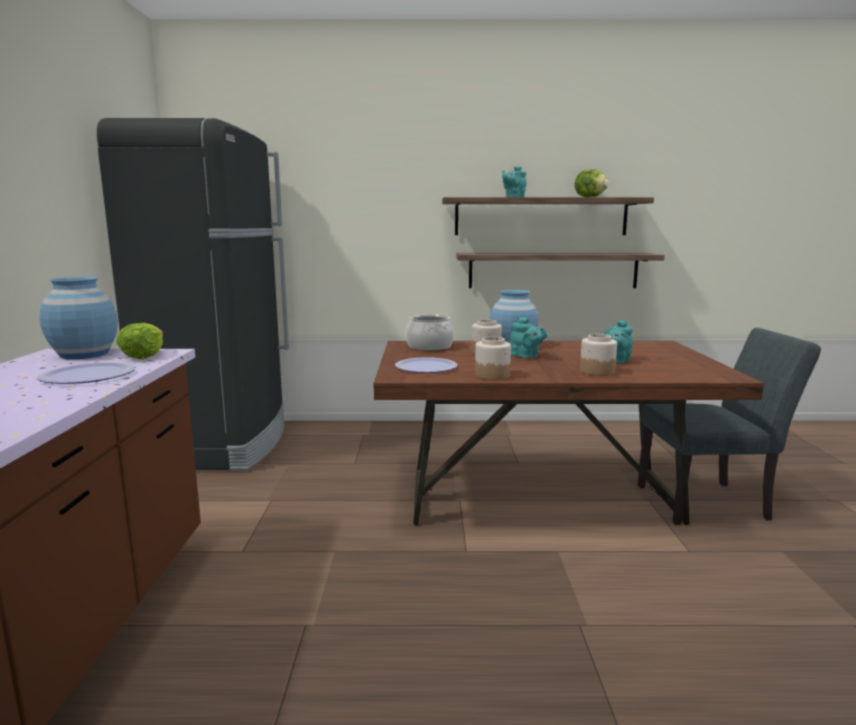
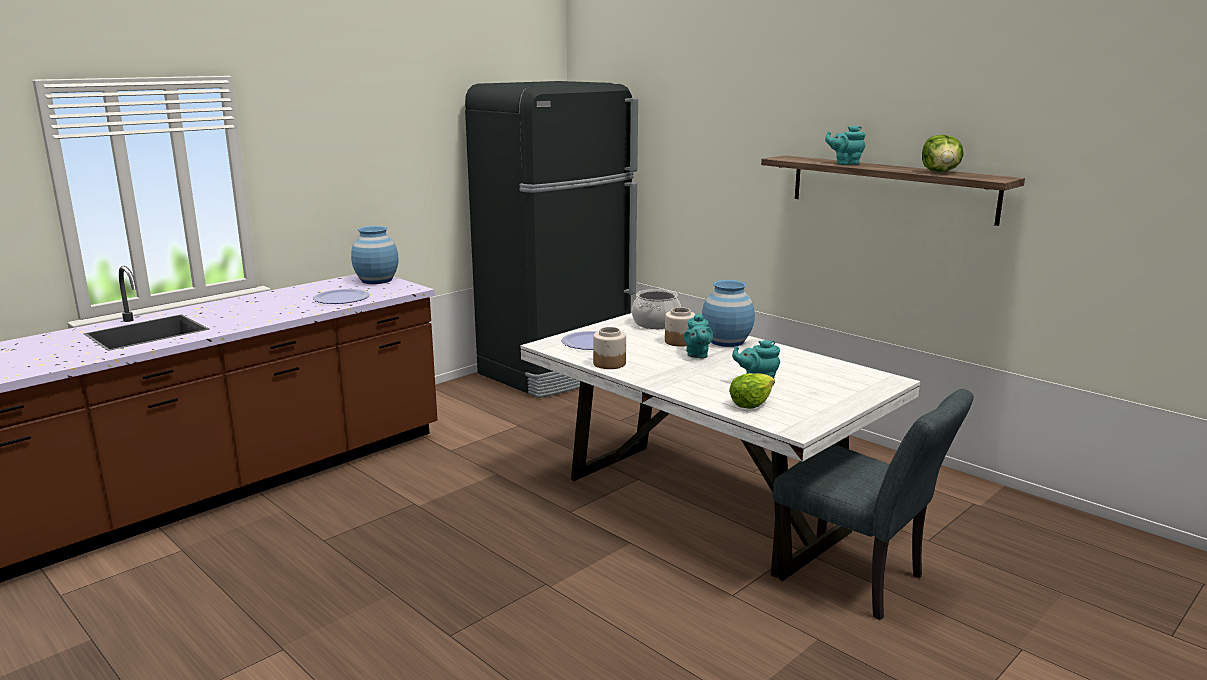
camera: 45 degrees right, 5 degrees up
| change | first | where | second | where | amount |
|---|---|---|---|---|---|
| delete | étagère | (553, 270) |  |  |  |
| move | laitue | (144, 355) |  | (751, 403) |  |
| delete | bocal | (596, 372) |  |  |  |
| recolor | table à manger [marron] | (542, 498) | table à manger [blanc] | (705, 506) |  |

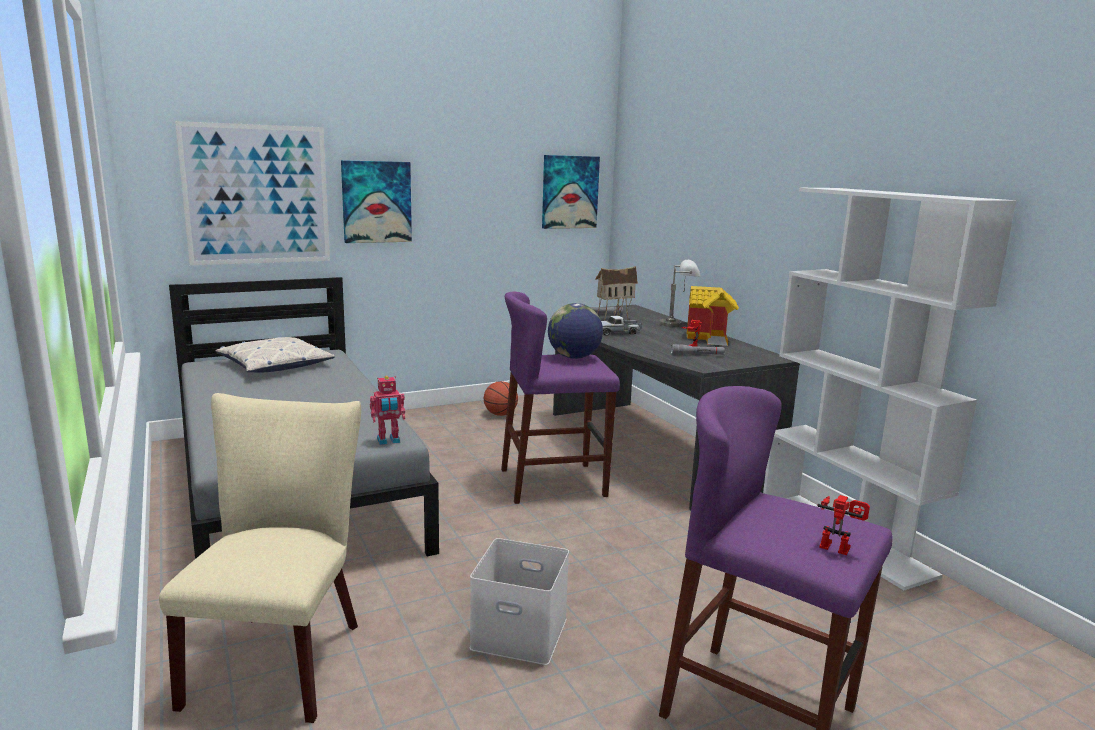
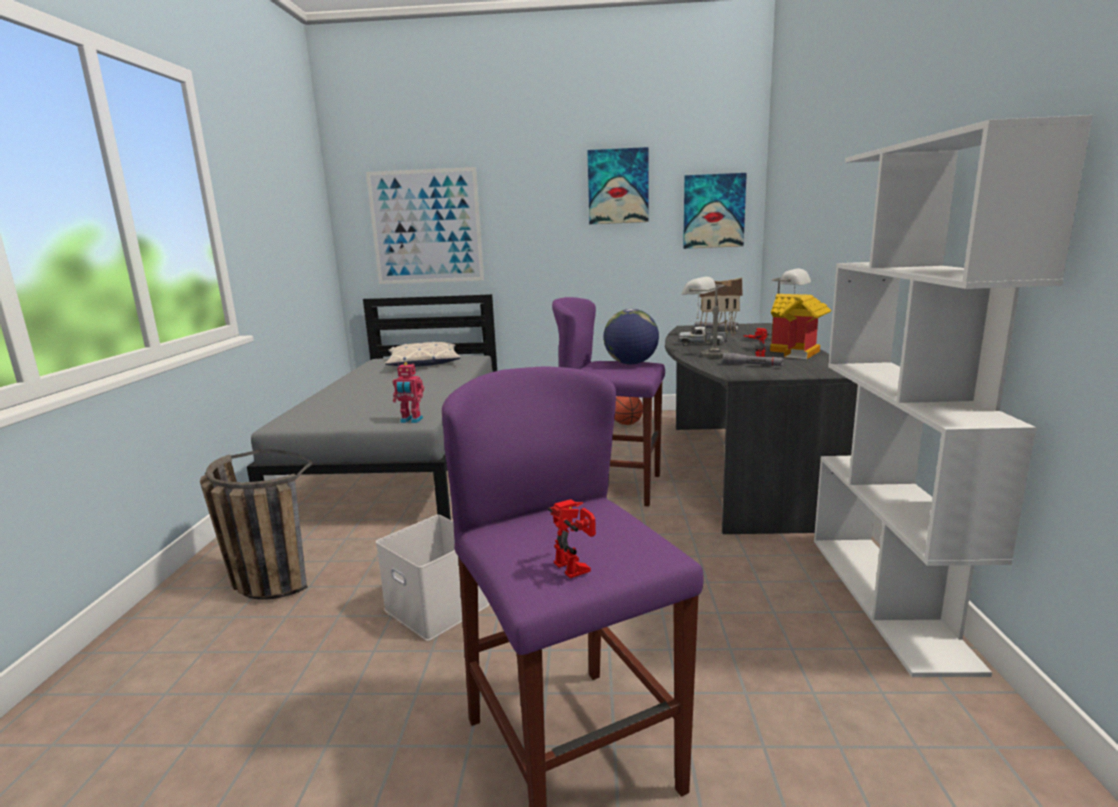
camera: 30 degrees right, 0 degrees up
| change | first | where | second | where | amount |
|---|---|---|---|---|---|
| move | tableau | (376, 202) |  | (618, 186) |  |
| replace | chaise [beige] | (281, 656) | panier | (260, 578) |  |
| insert |  |  | lampe de table [gris] | (704, 355) |  |

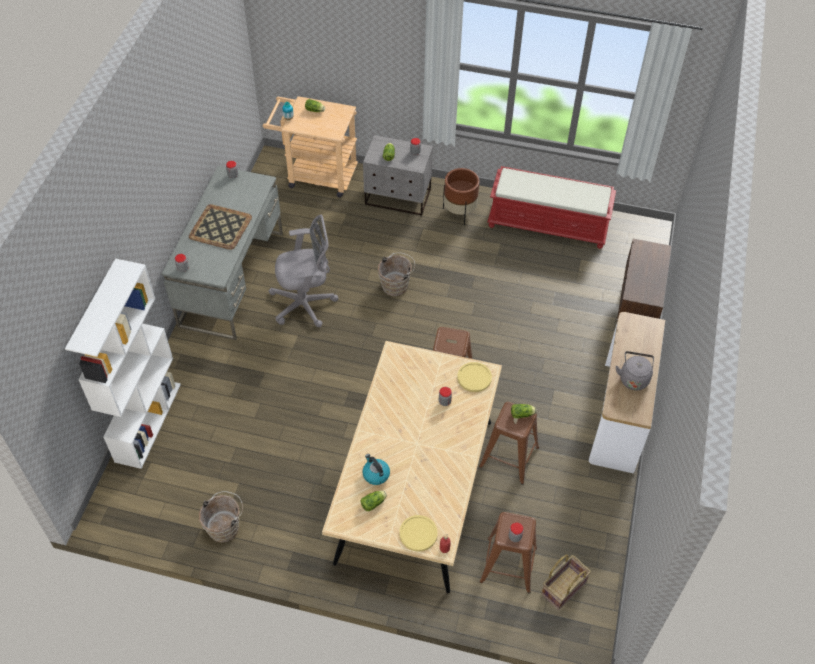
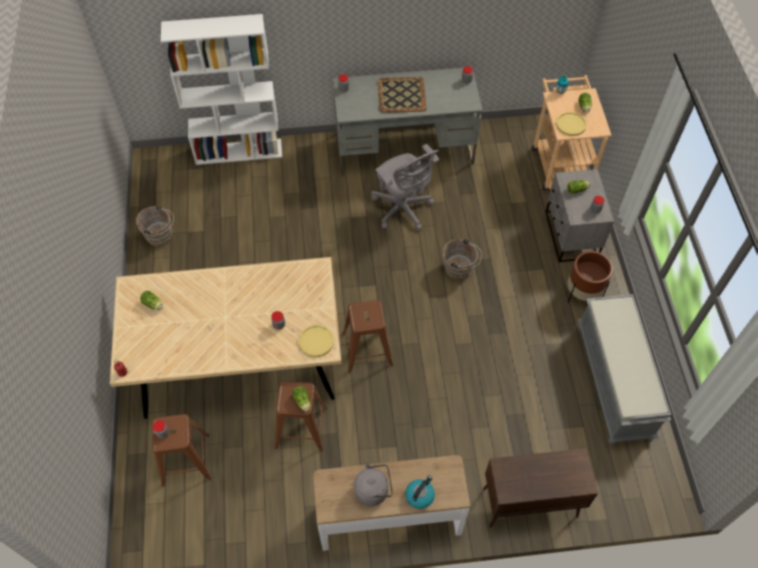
camera: 70 degrees right, 5 degrees up
| change | first | where | second | where | amount |
|---|---|---|---|---|---|
| recolor | banc [rouge] | (548, 224) | banc [gris] | (615, 381) |  |
| move | bouilloire | (375, 474) |  | (420, 495) |  |
| move | assiette [jaune] | (418, 533) |  | (571, 124) |  |
| delete | panier | (563, 587) |  |  |  |

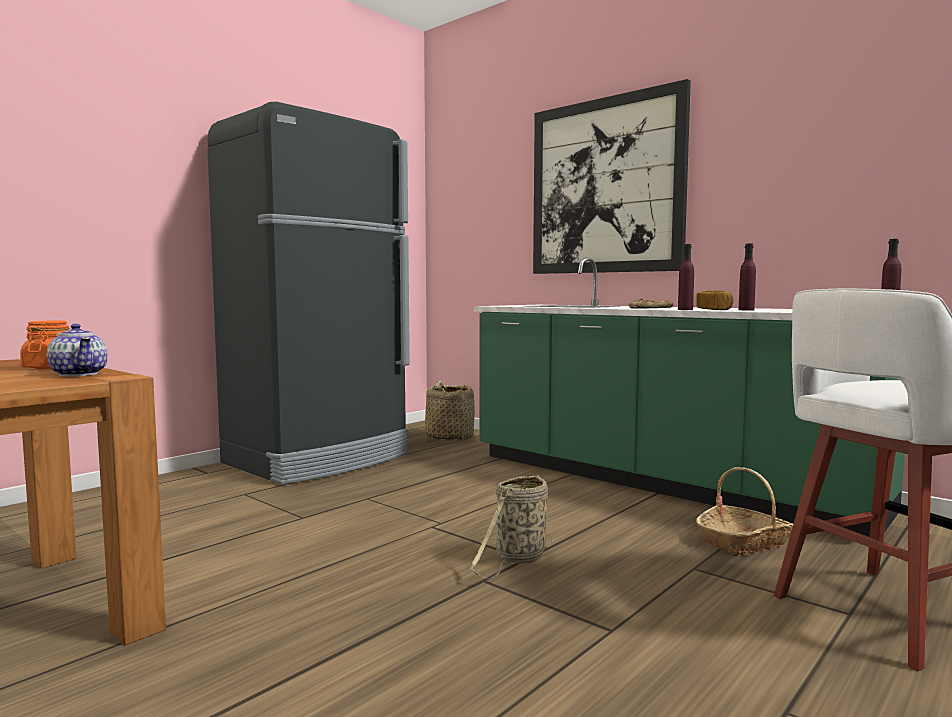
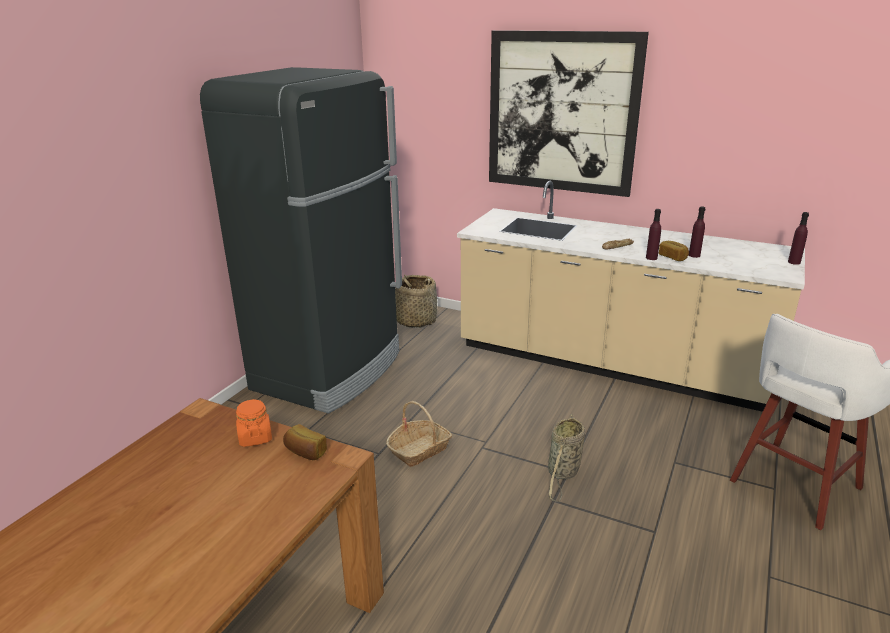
camera: 15 degrees left, 20 degrees up
| change | first | where | second | where | amount |
|---|---|---|---|---|---|
| recolor | comptoir de cuisine [vert] | (660, 482) | comptoir de cuisine [beige] | (610, 363) |  |
| replace | théière | (79, 374) | pain | (305, 452) |  |
| move | panier | (743, 542) |  | (419, 450) |  |

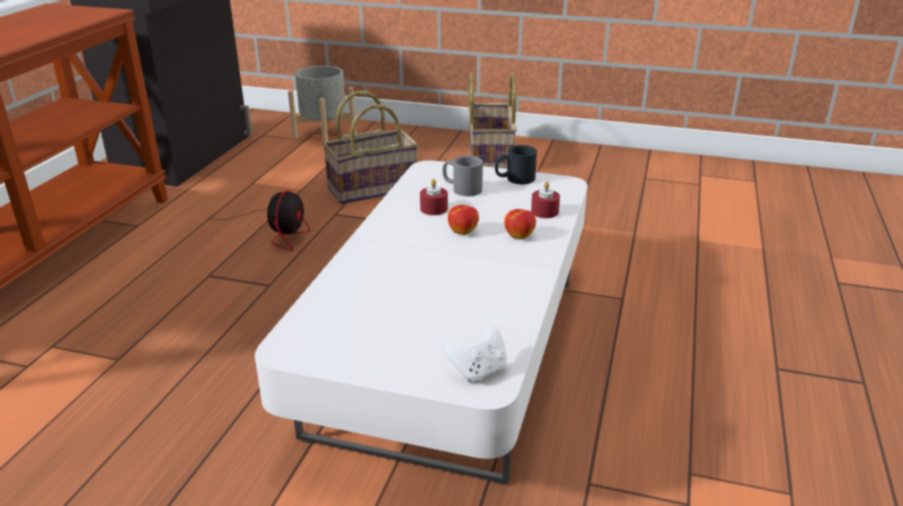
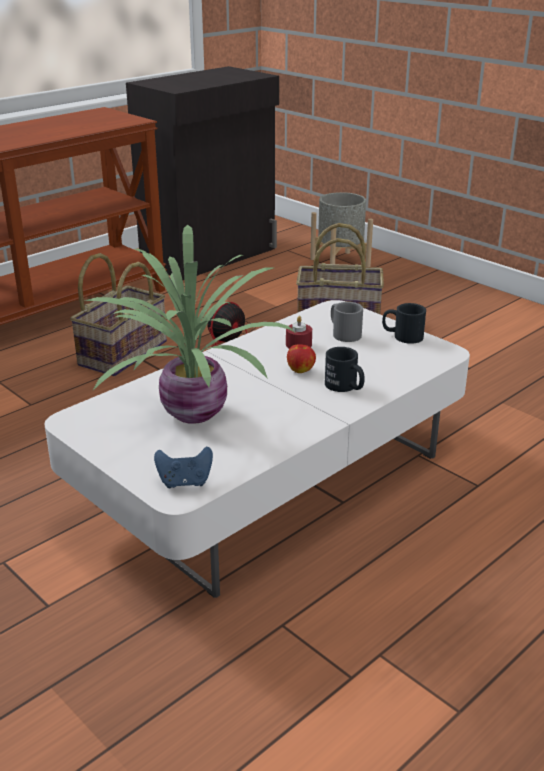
camera: 30 degrees right, 0 degrees up
| change | first | where | second | where | amount |
|---|---|---|---|---|---|
| move | panier | (489, 158) |  | (122, 353) |  |
| delete | bougie [rouge] | (544, 212) |  |  |  |
| replace | pomme | (519, 235) | mug [noir] | (345, 387) |  |
| recolor | manette [blanc] | (478, 371) | manette [bleu] | (185, 482) |  |
| insert |  |  | plante en pot | (190, 413) |  |

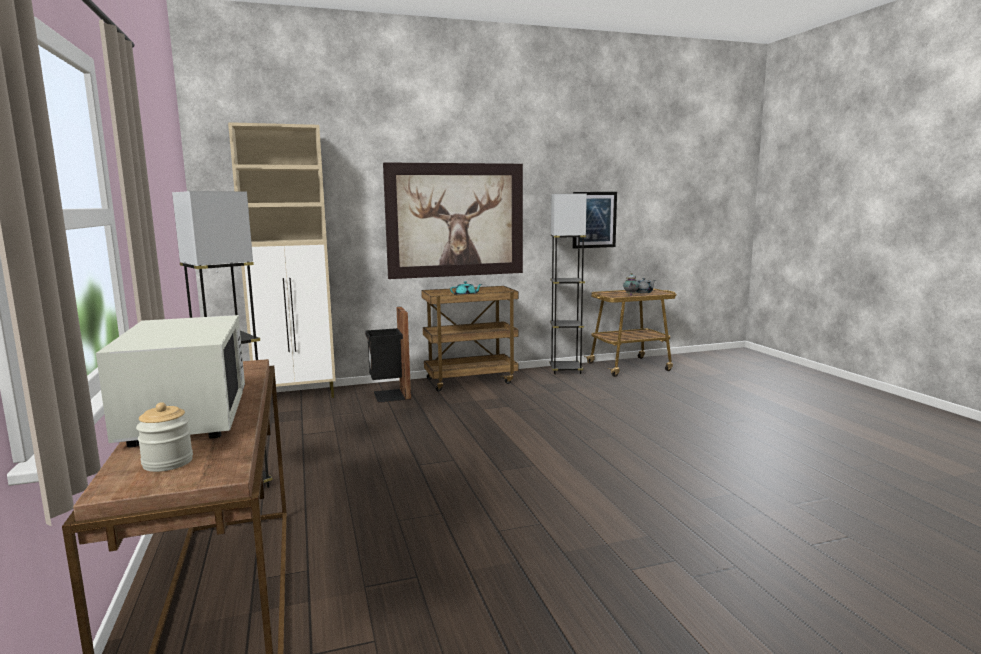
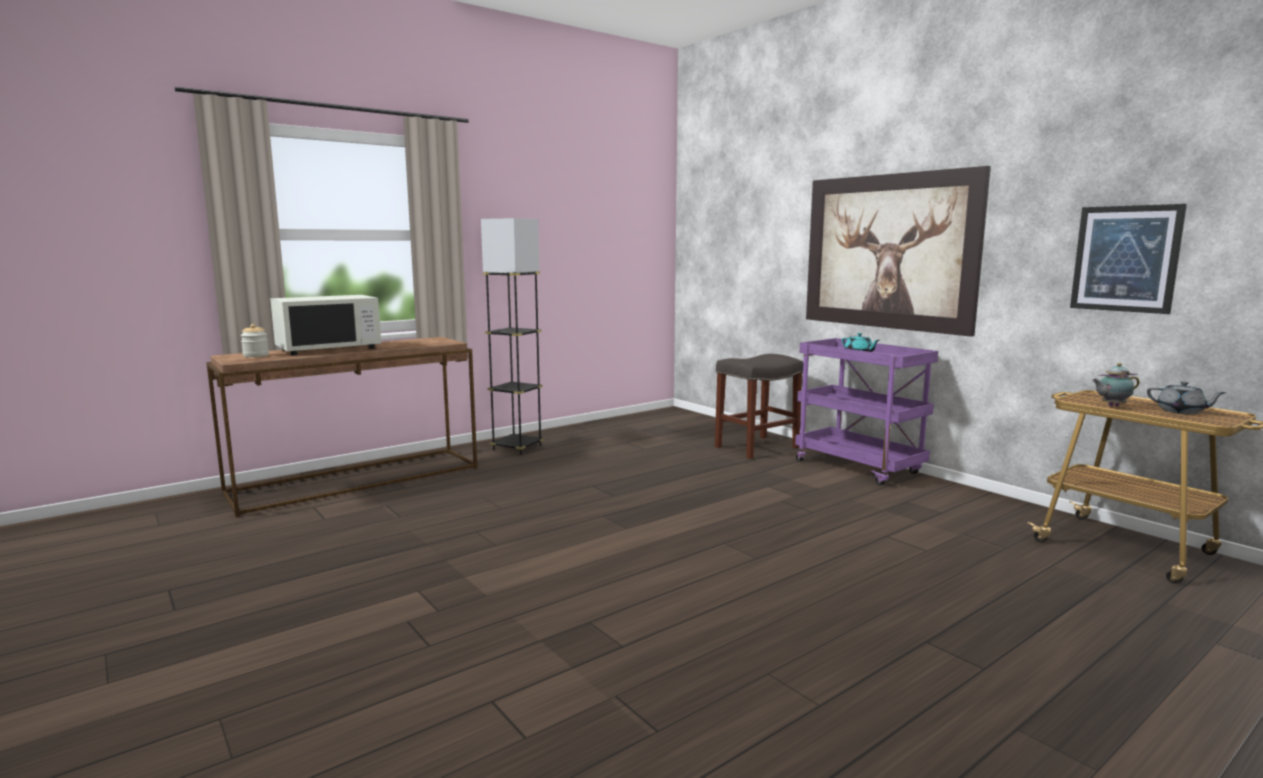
camera: 70 degrees right, 0 degrees up
| change | first | where | second | where | amount |
|---|---|---|---|---|---|
| delete | meuble de rangement [beige] | (297, 396) |  |  |  |
| delete | lampadaire [gris] | (565, 370) |  |  |  |
| recolor | chariot [marron] | (471, 381) | chariot [violet] | (859, 468) |  |
| replace | poubelle [noir] | (389, 395) | tabouret [gris] | (756, 447) |  |

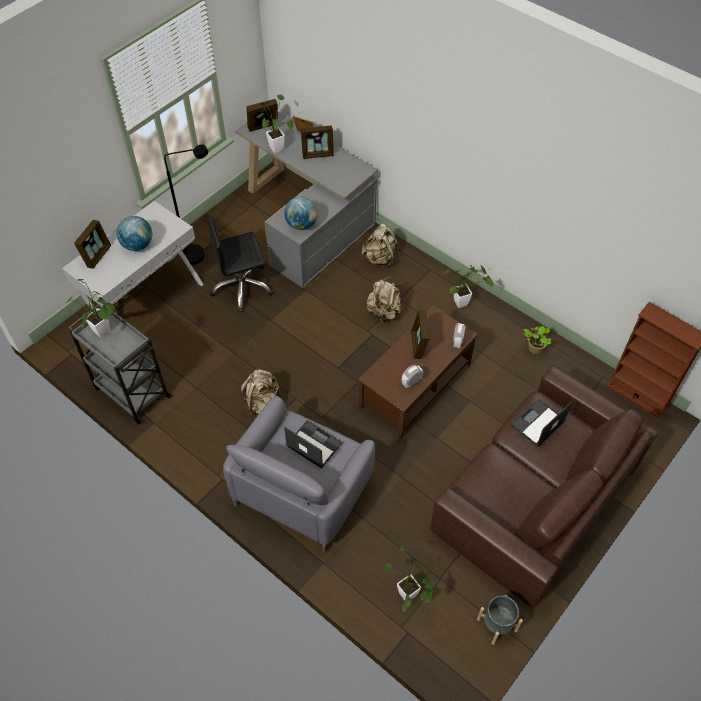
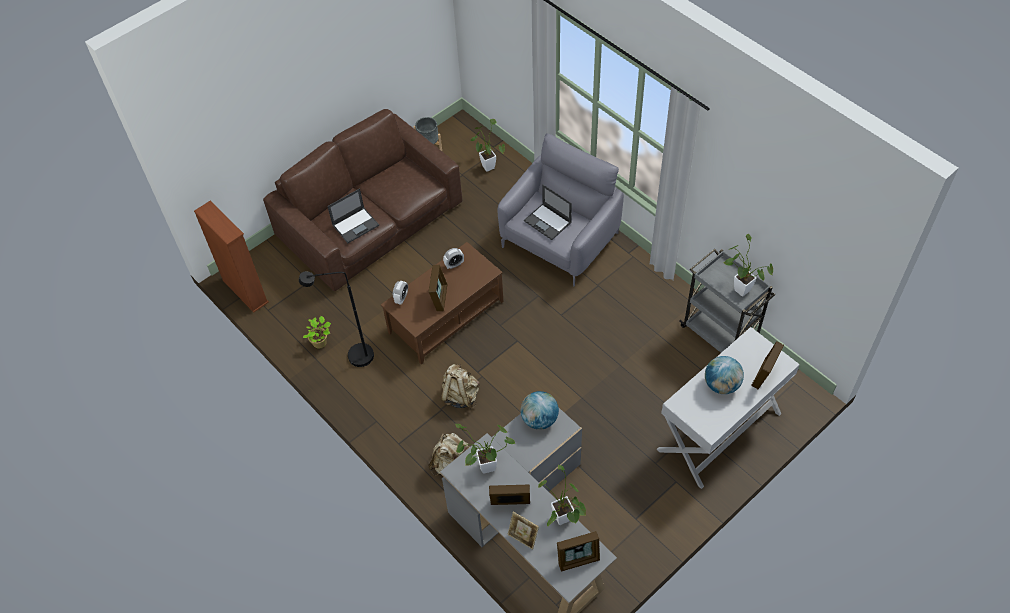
camera: 170 degrees left, 0 degrees up
| change | first | where | second | where | amount |
|---|---|---|---|---|---|
| move | lampadaire [noir] | (199, 253) |  | (353, 358) |  |
| delete | chaise de bureau [noir] | (242, 287) |  |  |  |
| move | plante en pot | (463, 302) |  | (483, 468) |  |
| delete | sac à dos [beige] | (262, 403) |  |  |  |

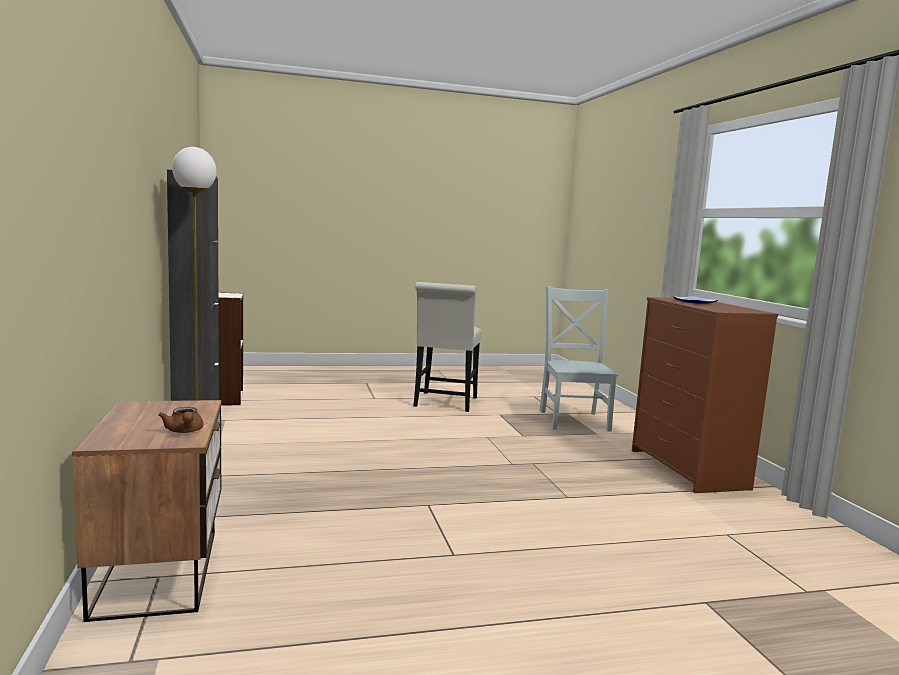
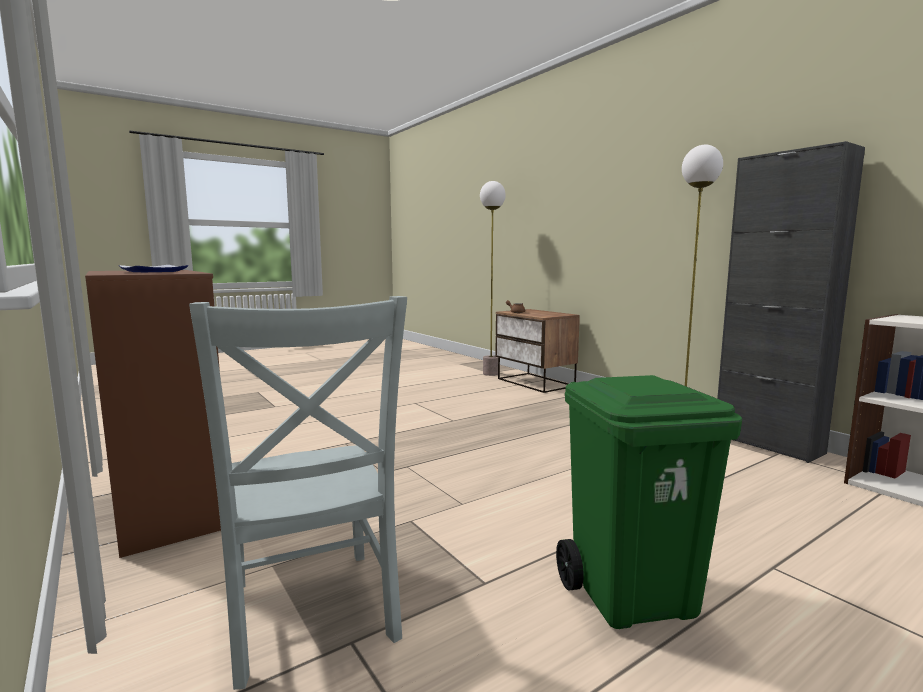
camera: 160 degrees right, 0 degrees up
| change | first | where | second | where | amount |
|---|---|---|---|---|---|
| replace | chaise [blanc] | (444, 403) | poubelle [vert] | (633, 596) |  |
| insert |  |  | lampadaire | (491, 373) |  |

